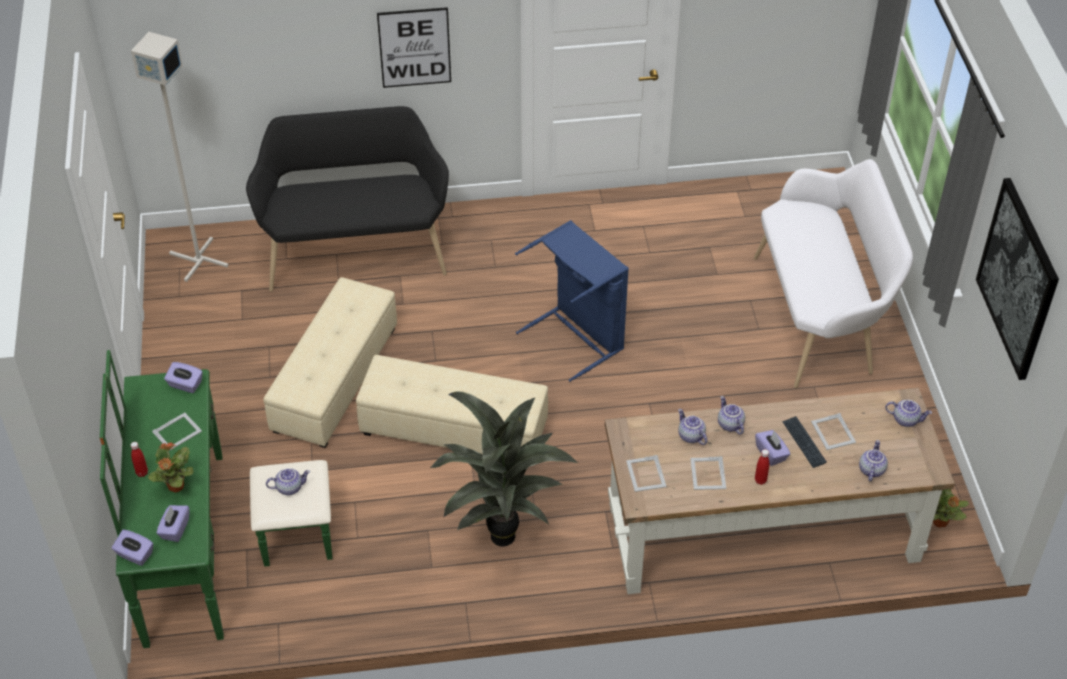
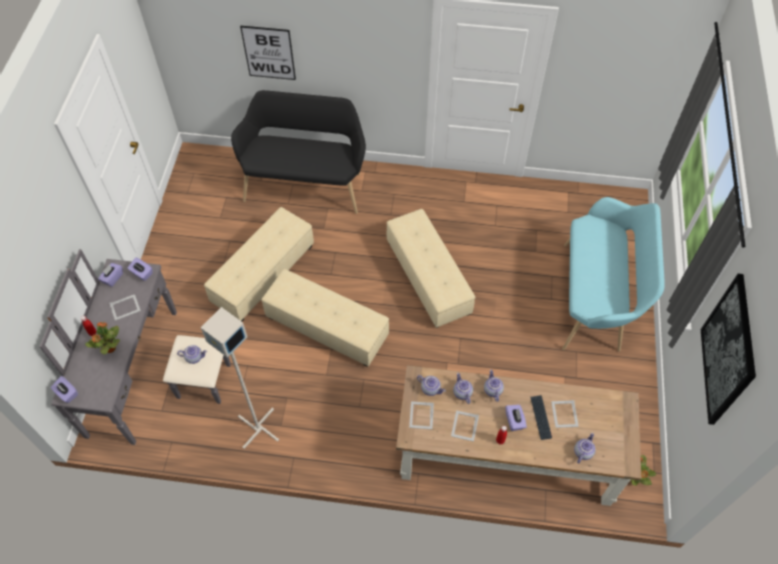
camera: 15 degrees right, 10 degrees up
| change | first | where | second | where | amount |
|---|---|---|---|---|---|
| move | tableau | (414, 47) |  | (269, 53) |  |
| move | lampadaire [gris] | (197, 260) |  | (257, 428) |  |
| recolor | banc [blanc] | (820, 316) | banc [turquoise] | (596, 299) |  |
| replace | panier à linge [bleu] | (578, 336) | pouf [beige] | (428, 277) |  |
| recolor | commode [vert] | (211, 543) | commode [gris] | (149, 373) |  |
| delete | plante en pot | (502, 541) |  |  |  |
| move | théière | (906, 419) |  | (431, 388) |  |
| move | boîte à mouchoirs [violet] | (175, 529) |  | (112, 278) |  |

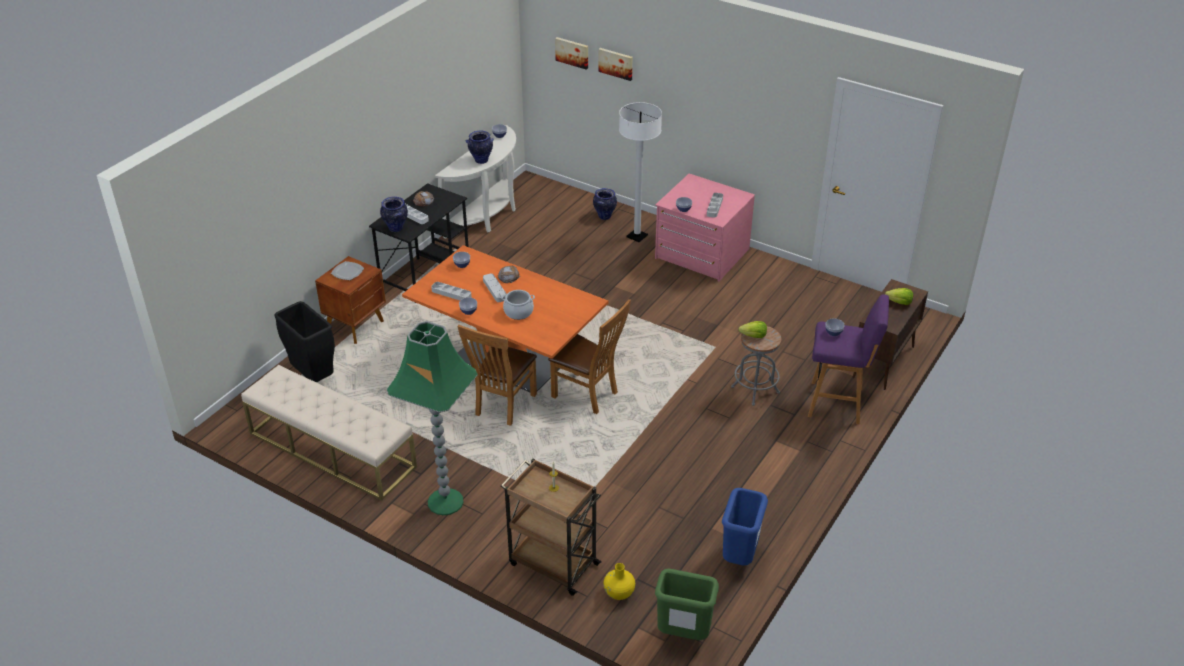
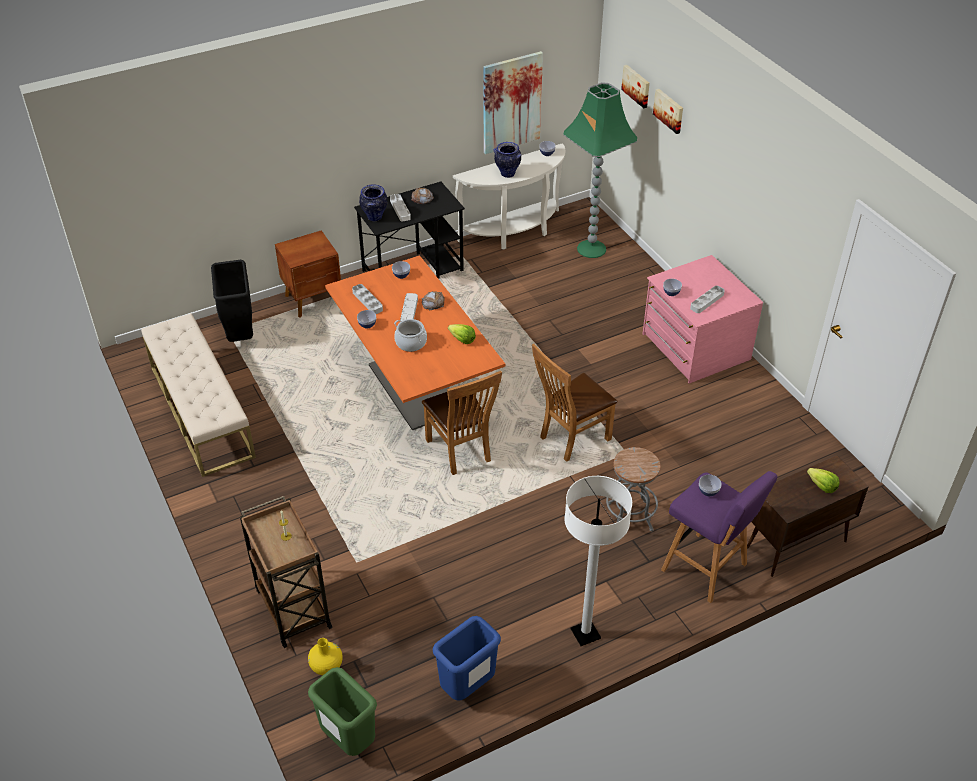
camera: 30 degrees right, 5 degrees up
| change | first | where | second | where | amount |
|---|---|---|---|---|---|
| move | lampadaire [blanc] | (637, 236) |  | (585, 634) |  |
| delete | vase | (604, 216) |  |  |  |
| delete | assiette | (347, 272) |  |  |  |
| move | lampadaire [vert] | (445, 502) |  | (591, 249) |  |
| move | laitue | (753, 336) |  | (462, 340) |  |
| move | chaise [marron] | (502, 406) |  | (571, 439) |  |
| insert |  |  | tableau | (511, 102) |  |

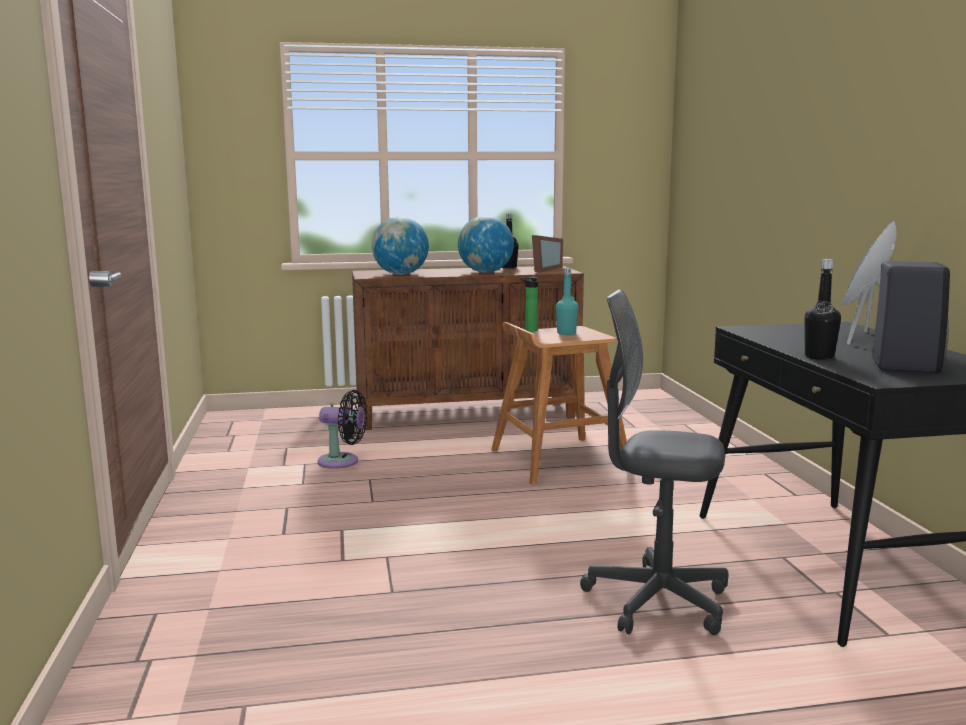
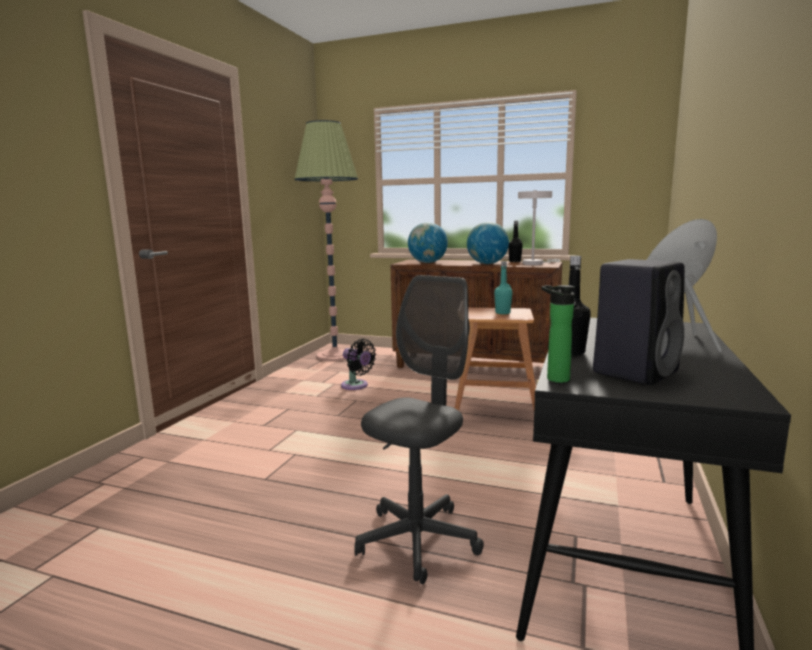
camera: 30 degrees right, 0 degrees up
| change | first | where | second | where | amount |
|---|---|---|---|---|---|
| replace | cadre photo | (542, 269) | lampe de table [blanc] | (535, 263) |  |
| move | bouteille | (529, 330) |  | (554, 378) |  |
| rotate | chaise de bureau [gris] | (656, 601) |  | (418, 540) | 75 degrees clockwise |
| insert |  |  | lampadaire | (335, 355) |  |

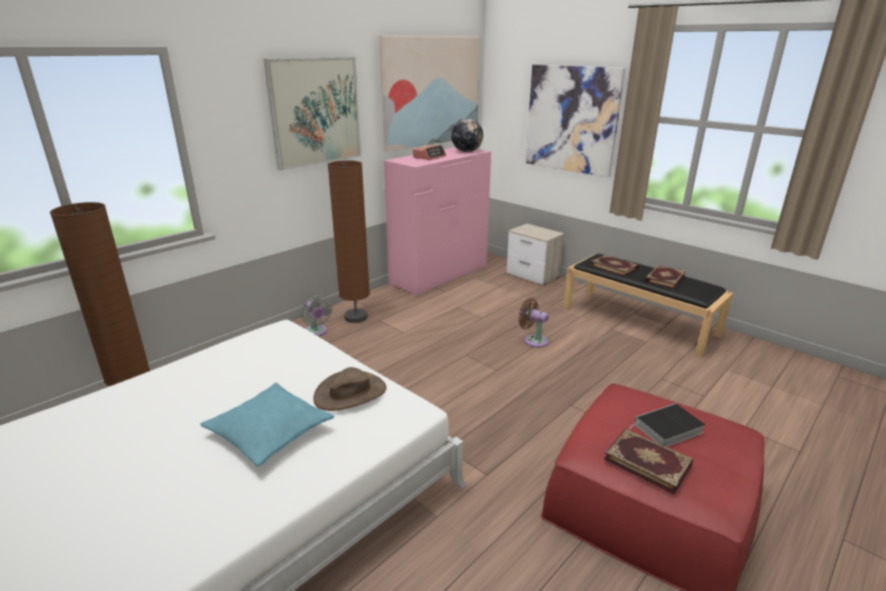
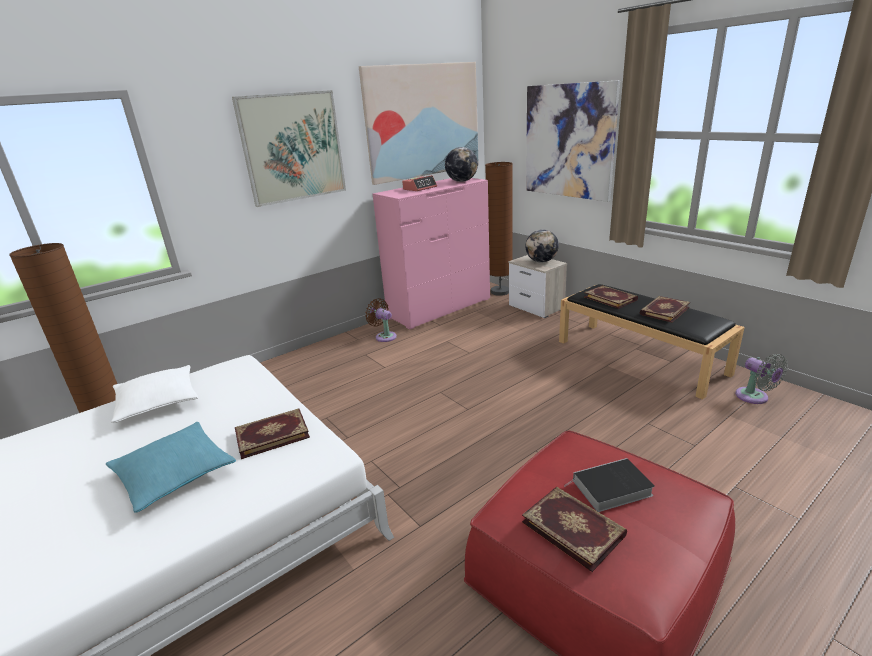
camera: 10 degrees right, 0 degrees up
| change | first | where | second | where | amount |
|---|---|---|---|---|---|
| move | lampadaire [marron] | (356, 317) |  | (500, 292) |  |
| move | ventilateur [gris] | (316, 332) |  | (754, 397) |  |
| move | ventilateur [marron] | (533, 340) |  | (384, 336) |  |
| replace | chapeau [marron] | (350, 393) | livre | (272, 434) |  |
| insert |  |  | globe | (541, 261) |  |
| insert |  |  | coussin [blanc] | (158, 401) |  |

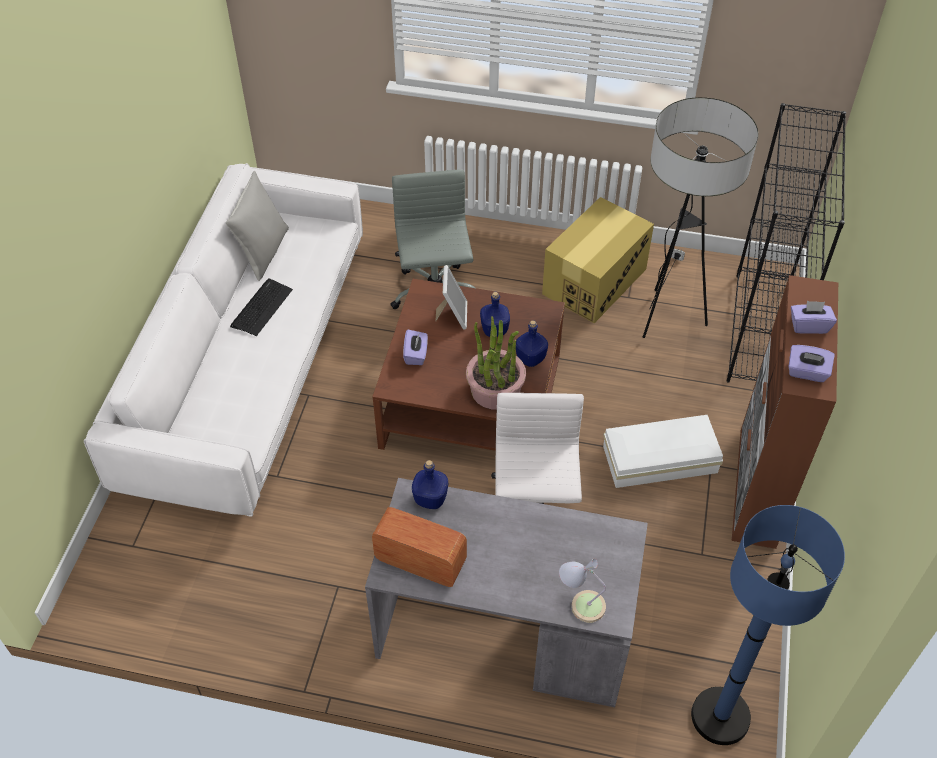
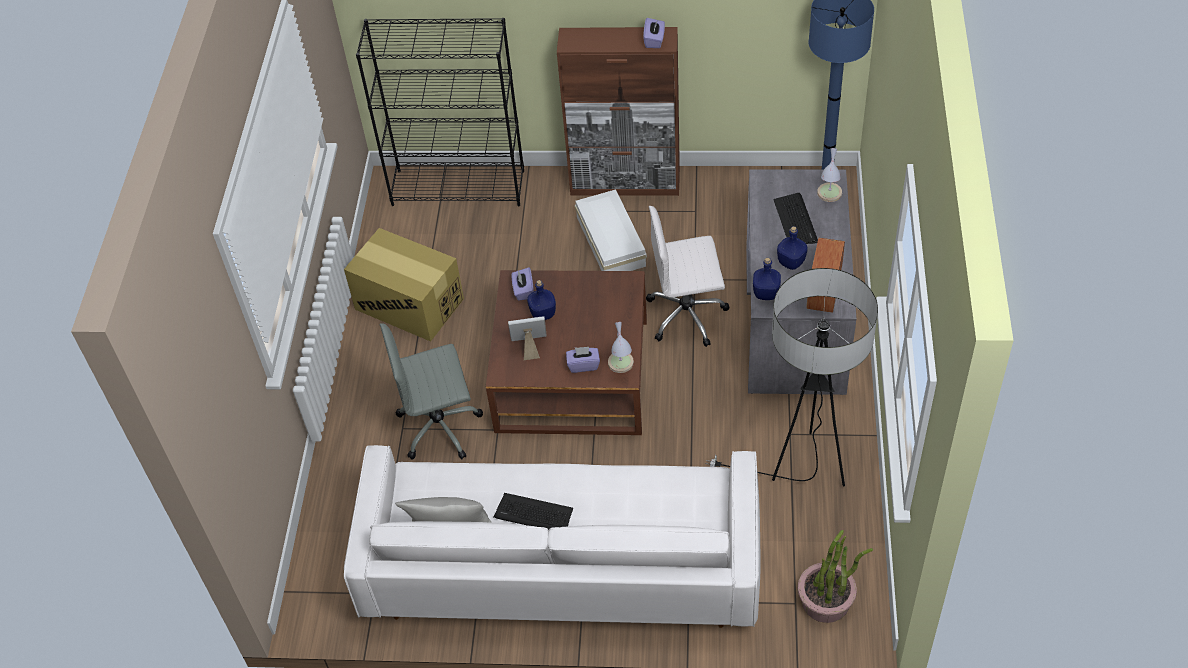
camera: 95 degrees left, 0 degrees up
| change | first | where | second | where | amount |
|---|---|---|---|---|---|
| move | lampadaire | (667, 318) |  | (803, 469) |  |
| move | boîte à mouchoirs [violet] | (809, 326) |  | (523, 290) |  |
| move | plante en pot | (495, 390) |  | (826, 601) |  |
| move | bouteille [bleu] | (531, 358) |  | (790, 262) |  |
| insert |  |  | clavier | (795, 221) |  |
| insert |  |  | lampe de table | (621, 367) |  |

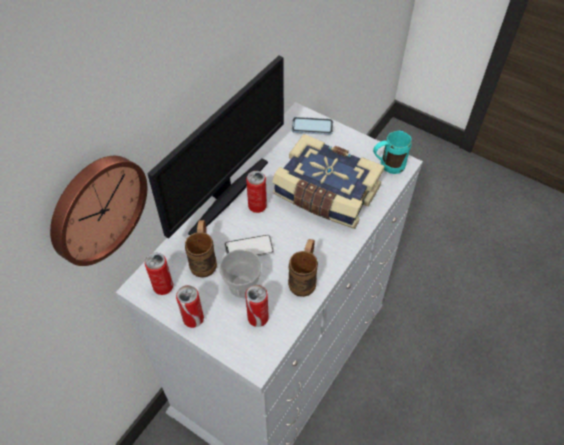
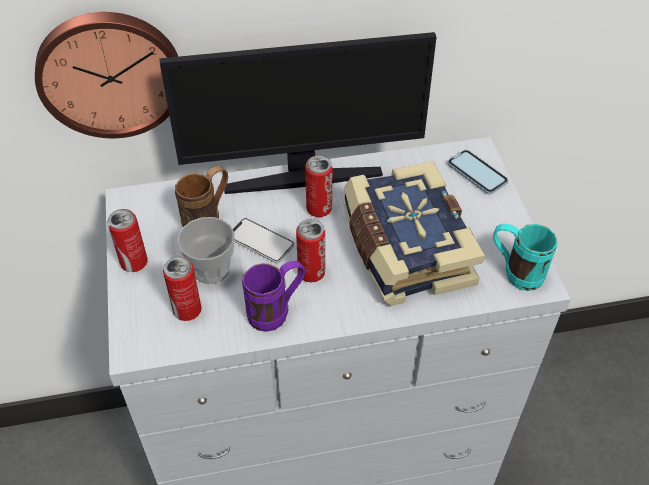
camera: 45 degrees right, 5 degrees down
| change | first | where | second | where | amount |
|---|---|---|---|---|---|
| recolor | mug [marron] | (304, 278) | mug [violet] | (276, 312) |  |
| move | boîte métallique | (163, 286) |  | (311, 272) |  |

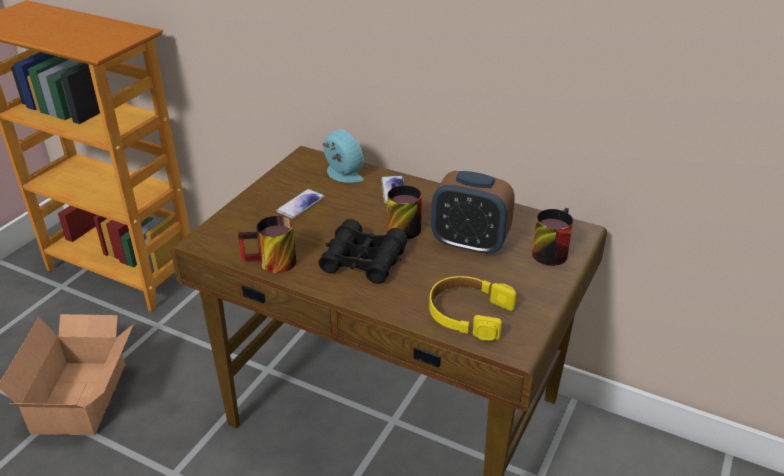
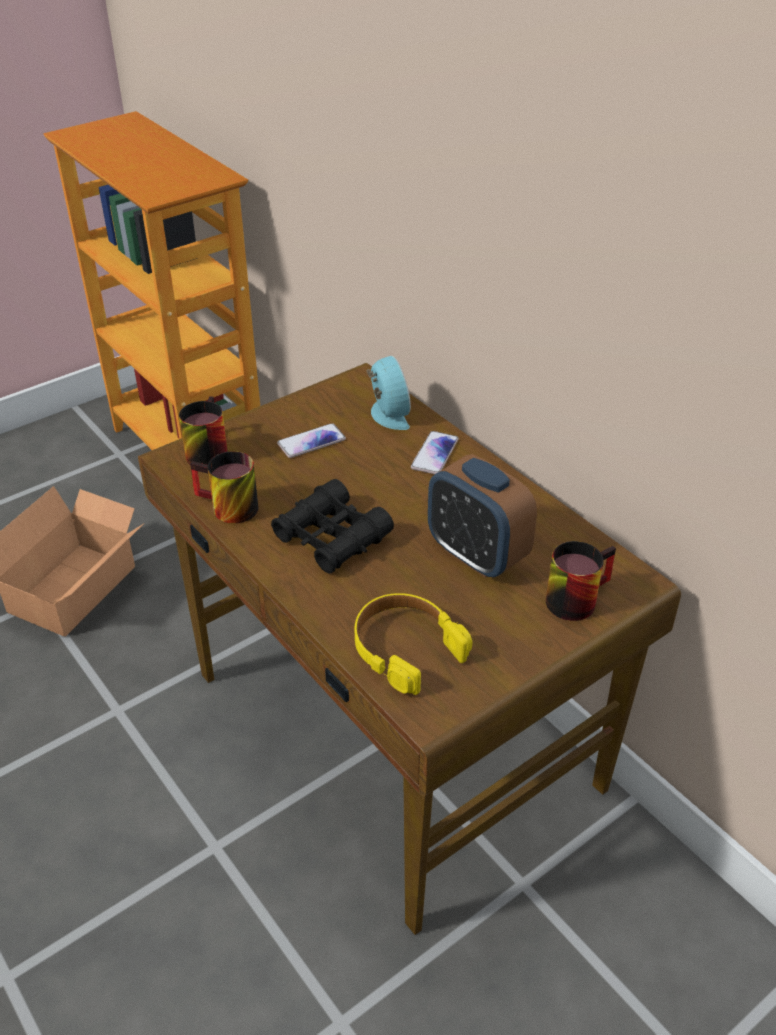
camera: 25 degrees right, 5 degrees up
| change | first | where | second | where | amount |
|---|---|---|---|---|---|
| move | mug | (399, 226) |  | (204, 450) |  |

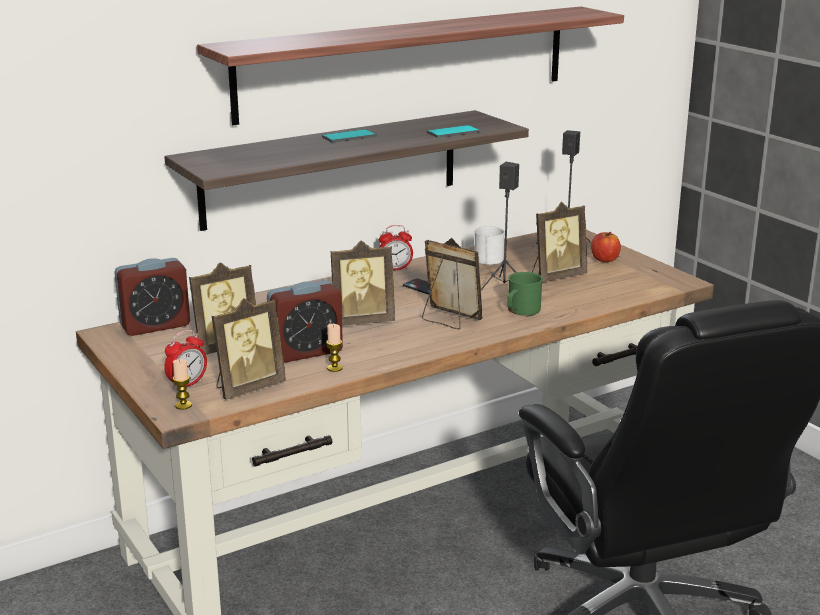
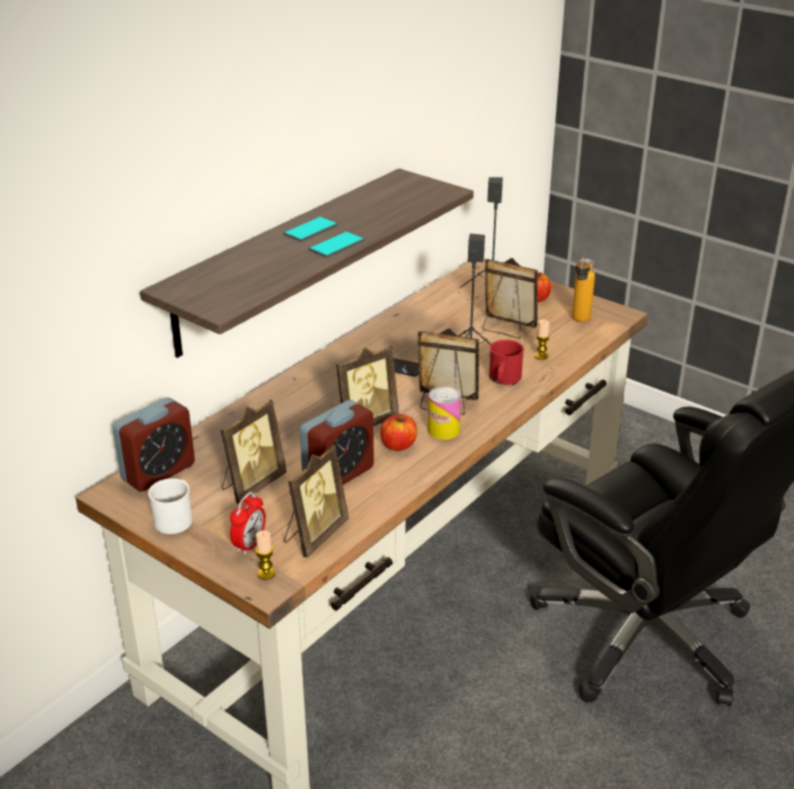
camera: 20 degrees left, 10 degrees up
| change | first | where | second | where | amount |
|---|---|---|---|---|---|
| delete | étagère | (406, 62) |  |  |  |
| move | téléphone | (453, 132) |  | (337, 245) |  |
| rotate | cadre photo | (556, 276) |  | (506, 328) | 105 degrees counterclockwise |
| delete | réveil | (395, 269) |  |  |  |
| move | mug [blanc] | (491, 258) |  | (175, 517) |  |
| recolor | mug [vert] | (521, 311) | mug [rouge] | (504, 379) |  |
| move | bougie | (334, 368) |  | (541, 356) |  |
| insert |  |  | bouteille | (579, 321) |  |
| insert |  |  | boîte métallique | (443, 430) |  |
| insert |  |  | pomme | (398, 445) |  |

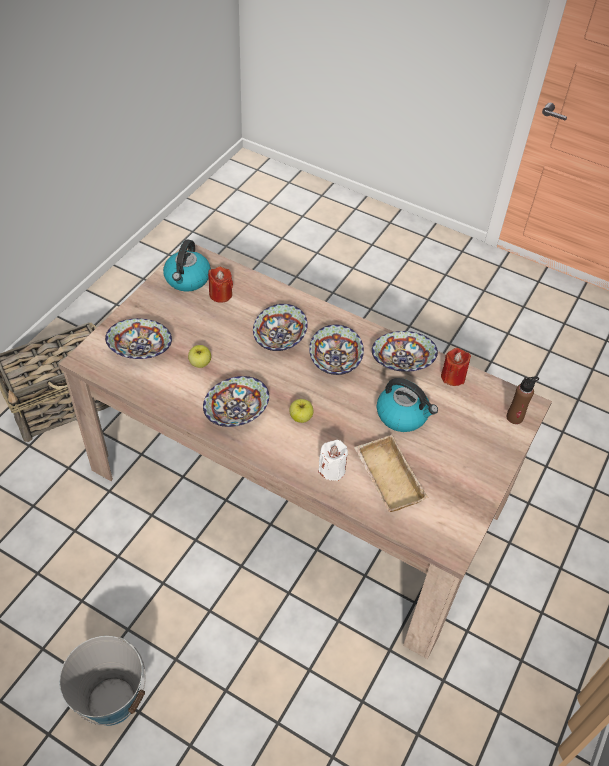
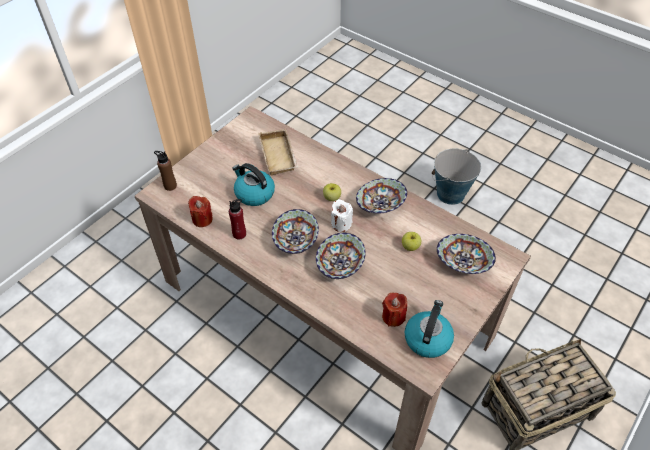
camera: 170 degrees left, 0 degrees up
| change | first | where | second | where | amount |
|---|---|---|---|---|---|
| replace | bol | (402, 363) | bouteille [rouge] | (239, 234) |  |
| move | bougie [blanc] | (332, 469) |  | (341, 224) |  |

